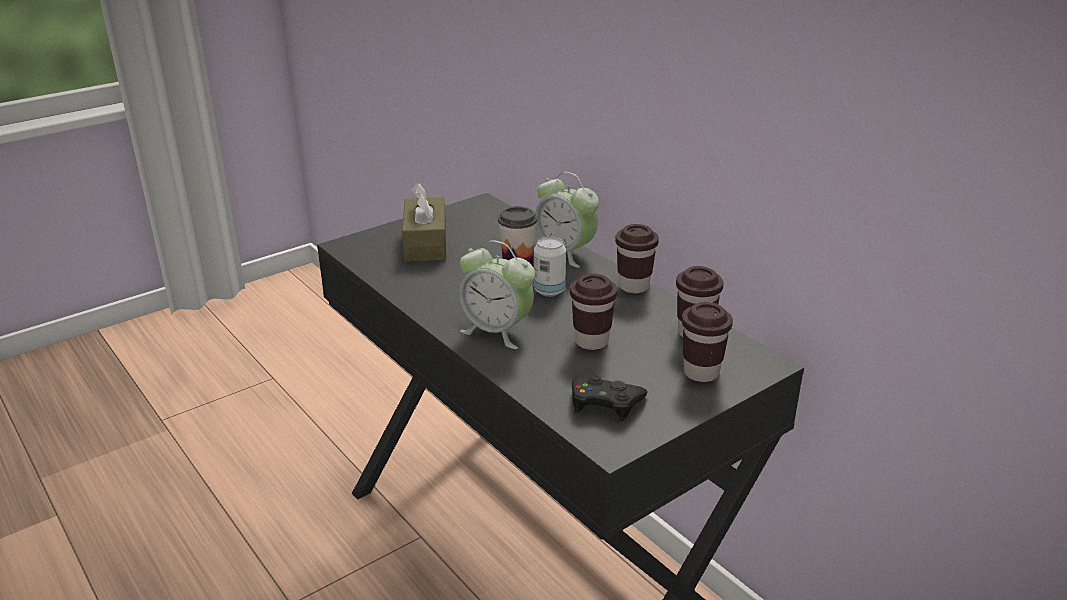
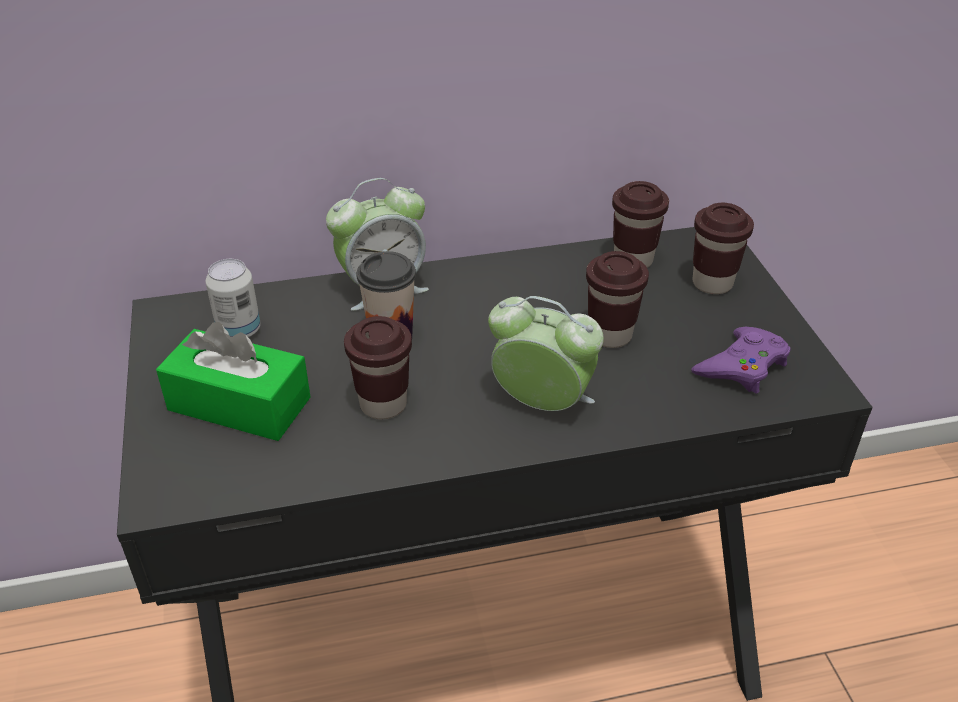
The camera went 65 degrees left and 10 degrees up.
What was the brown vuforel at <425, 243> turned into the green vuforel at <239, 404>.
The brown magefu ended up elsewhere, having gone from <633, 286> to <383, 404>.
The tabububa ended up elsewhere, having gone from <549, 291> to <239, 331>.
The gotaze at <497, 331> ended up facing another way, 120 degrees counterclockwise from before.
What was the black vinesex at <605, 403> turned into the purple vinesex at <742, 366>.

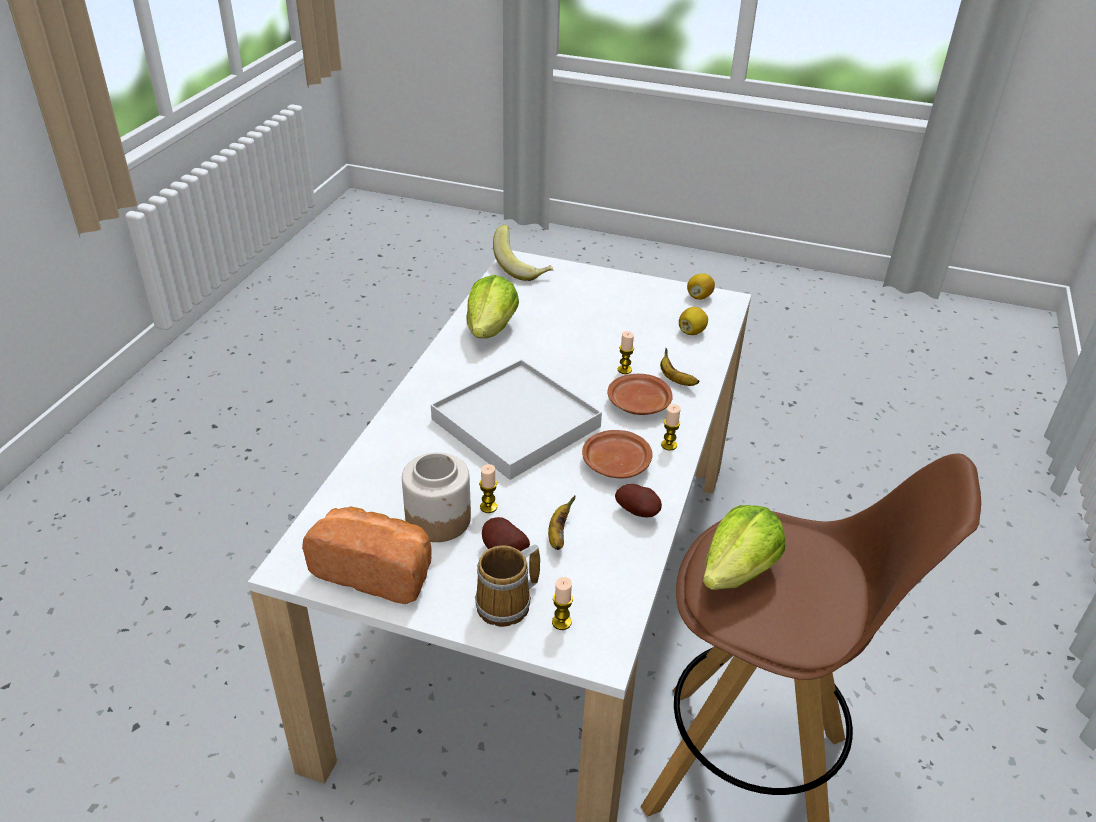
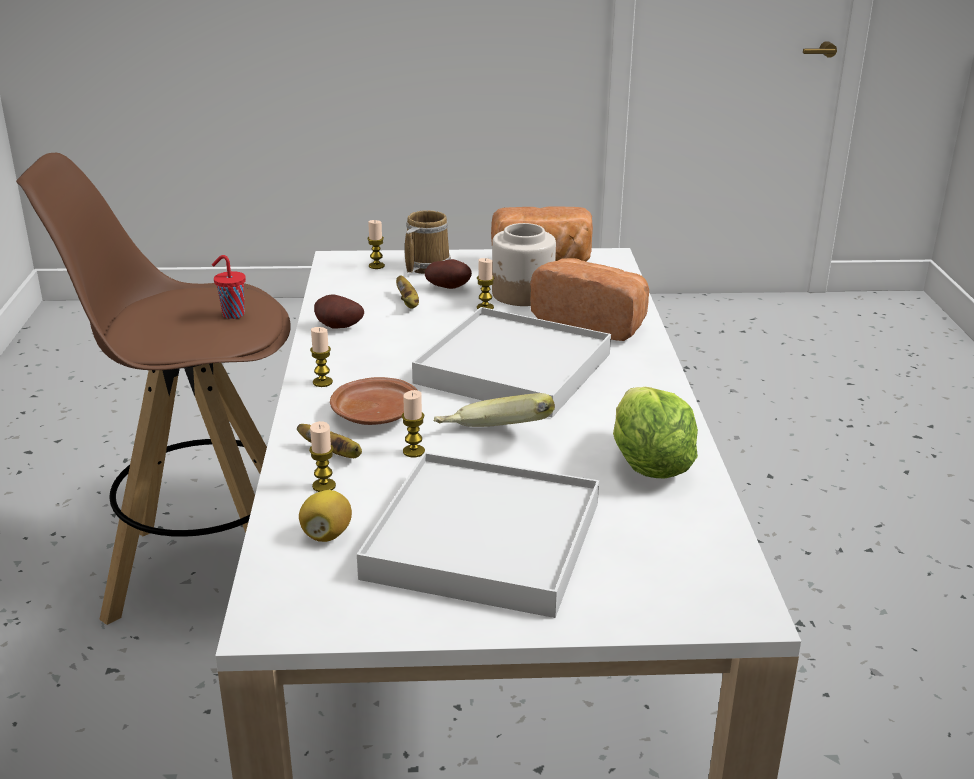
The camera went 160 degrees right and 10 degrees down.
The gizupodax ended up elsewhere, having gone from <522, 269> to <493, 440>.
The second view lost the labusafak at <699, 297>.
The second view lost the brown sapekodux at <616, 463>.
Where the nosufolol stood at <738, 571>, the red magefu came to stand at <232, 314>.
The second view gained the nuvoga at <593, 322>.
The second view gained the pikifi at <324, 486>.
The second view gained the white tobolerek at <484, 540>.

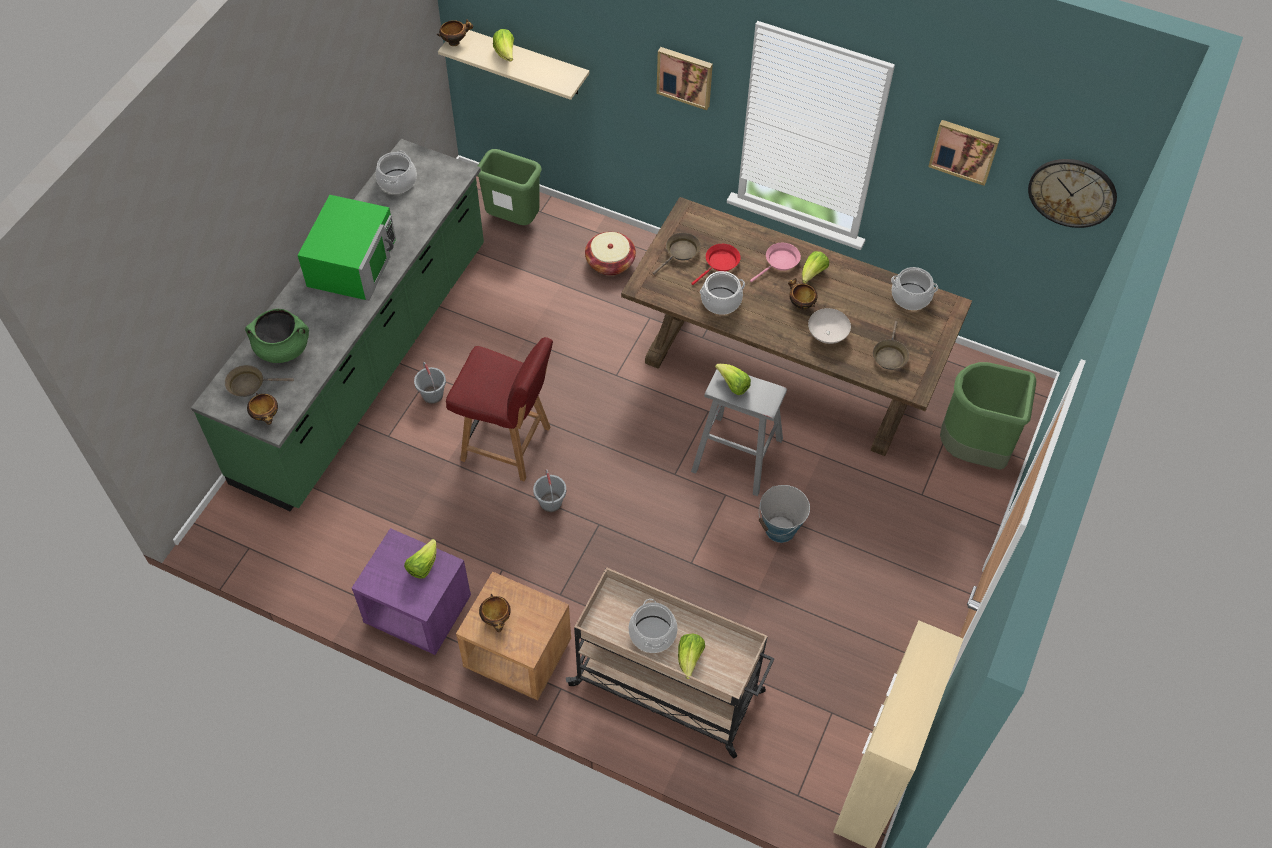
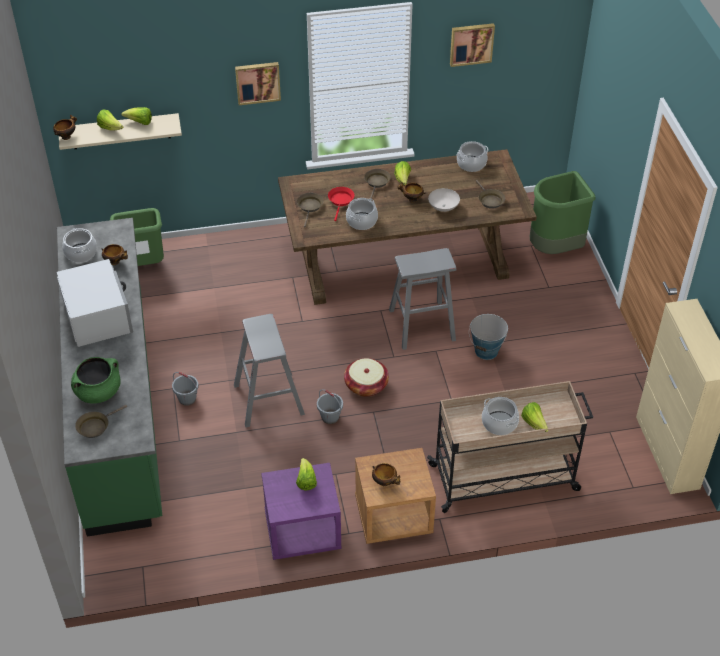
The camera went 35 degrees left and 10 degrees down.
The second view lost the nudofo at <1072, 192>.
What was the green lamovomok at <353, 262> turned into the white lamovomok at <97, 315>.
The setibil ended up elsewhere, having gone from <610, 262> to <366, 385>.
What was the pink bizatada at <780, 262> turned into the brown bizatada at <377, 183>.
Where the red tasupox stood at <508, 444>, the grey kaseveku came to stand at <269, 399>.
The nosufolol ended up elsewhere, having gone from <733, 385> to <139, 122>.
The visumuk ended up elsewhere, having gone from <266, 417> to <115, 262>.

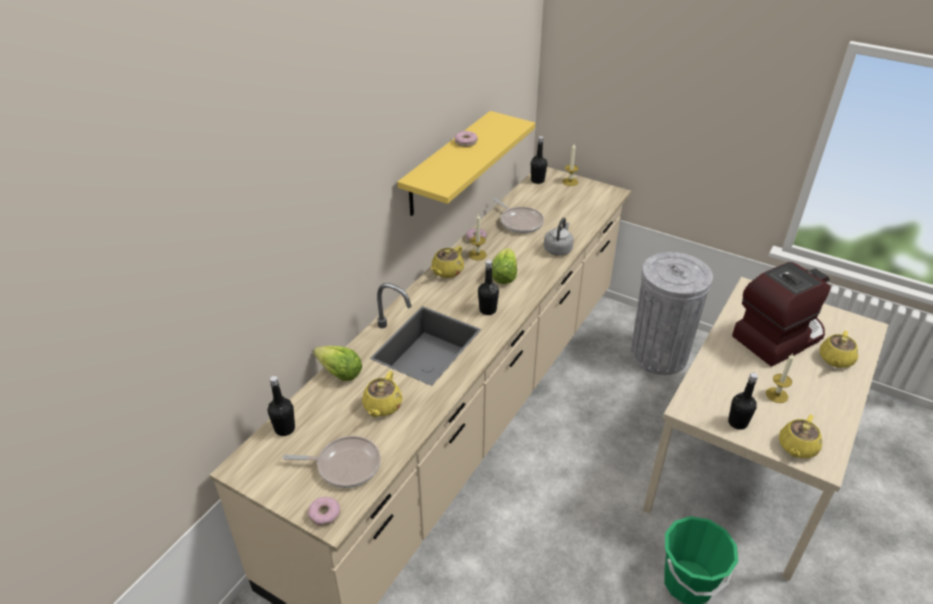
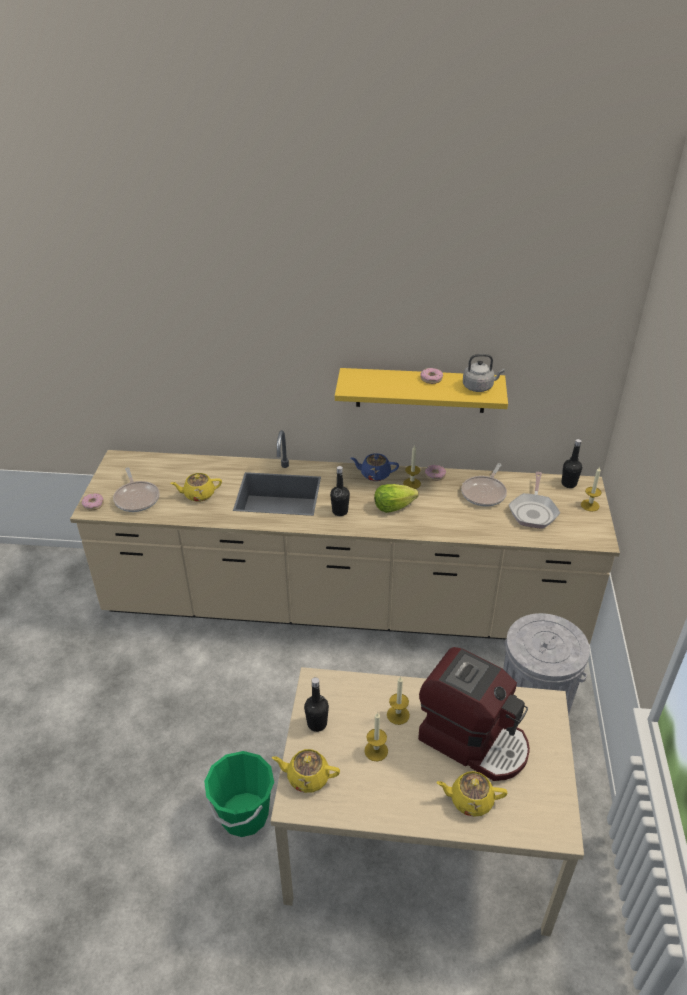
The camera went 65 degrees right and 0 degrees up.
The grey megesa ended up elsewhere, having gone from <558, 249> to <479, 387>.
What was the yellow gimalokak at <447, 271> turned into the blue gimalokak at <374, 474>.
The second view lost the nosufolol at <340, 373>.
The second view lost the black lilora at <285, 429>.
The second view gained the bizatada at <533, 511>.
The second view gained the pikifi at <398, 715>.

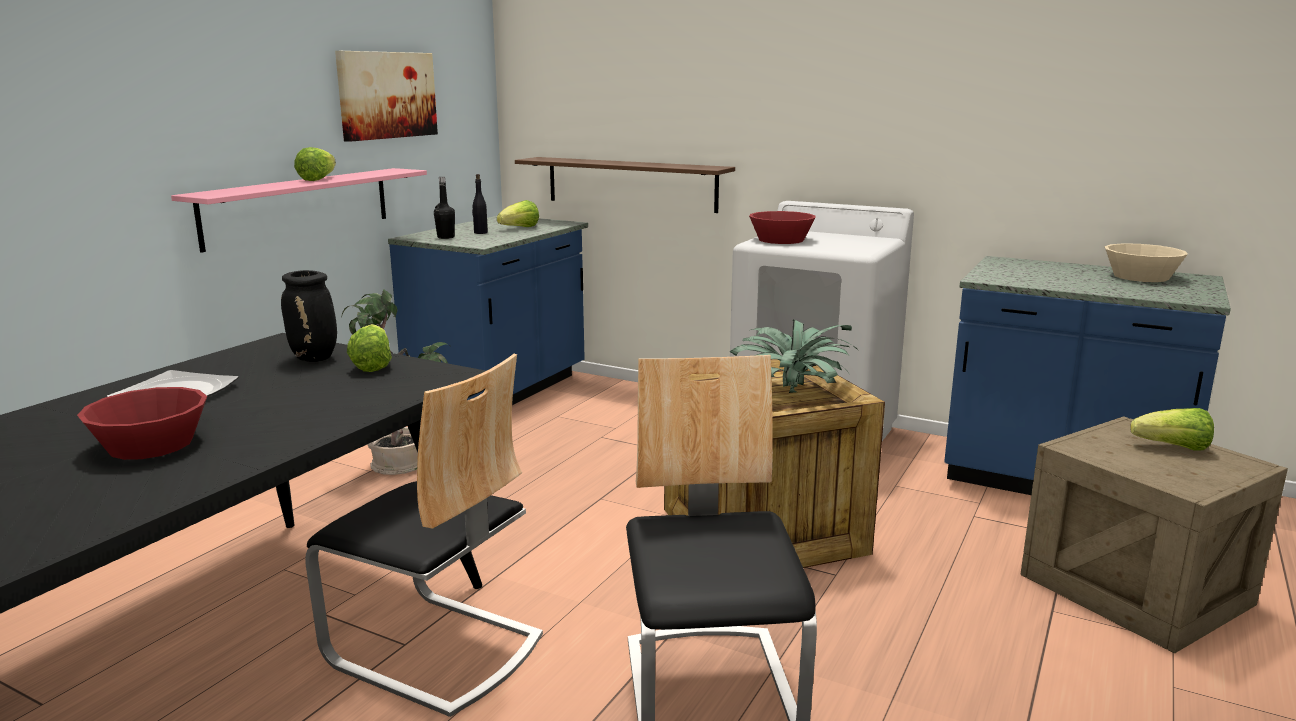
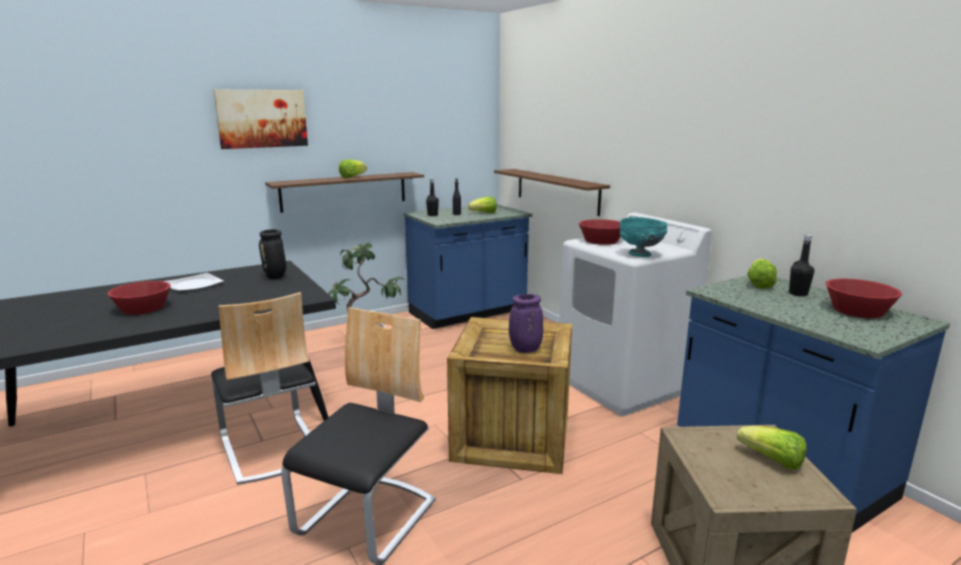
The camera went 30 degrees right and 0 degrees up.
The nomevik ended up elsewhere, having gone from <387, 95> to <262, 118>.
What was the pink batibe at <299, 207> turned into the brown batibe at <344, 191>.
What was the beige visumuk at <1141, 277> turned into the red visumuk at <858, 310>.
Where the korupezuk stood at <794, 395>, the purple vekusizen came to stand at <525, 350>.
The nosufolol ended up elsewhere, having gone from <372, 365> to <759, 284>.
The second view gained the turquoise visumuk at <640, 255>.
The second view gained the black lilora at <798, 294>.

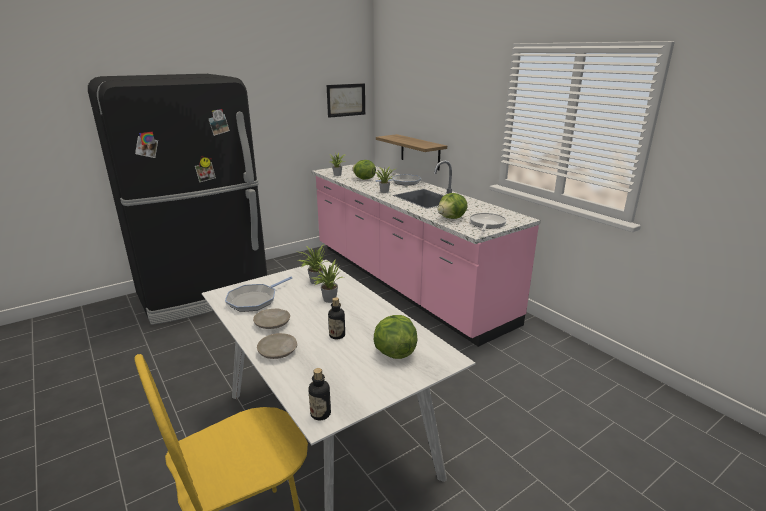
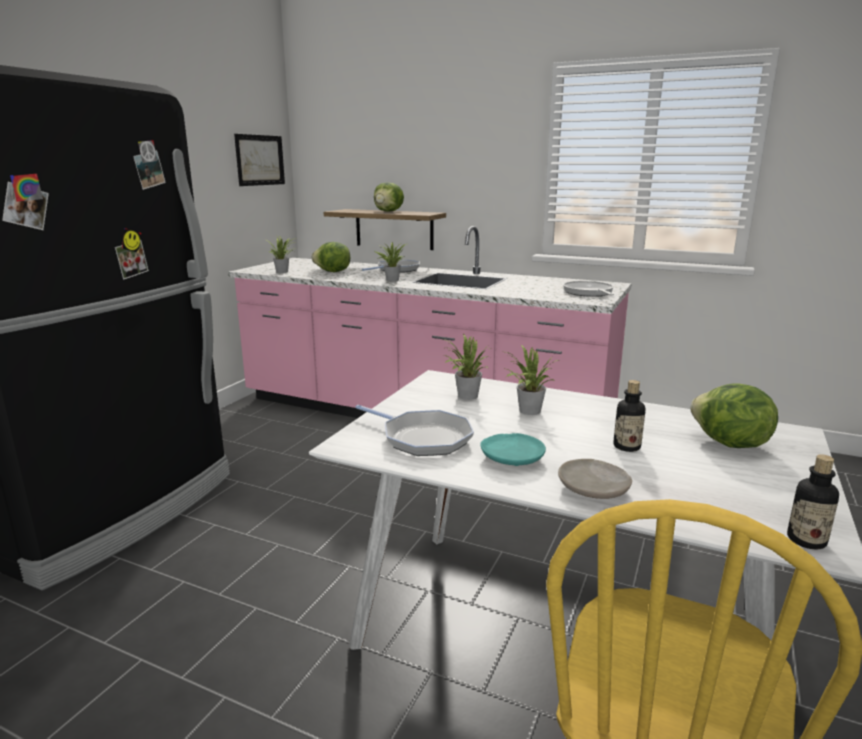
The camera went 30 degrees left and 5 degrees down.
The nosufolol ended up elsewhere, having gone from <452, 218> to <389, 211>.
The bizatada at <254, 300> ended up facing another way, 60 degrees counterclockwise from before.
What was the beige sapekodux at <272, 323> turned into the turquoise sapekodux at <512, 458>.

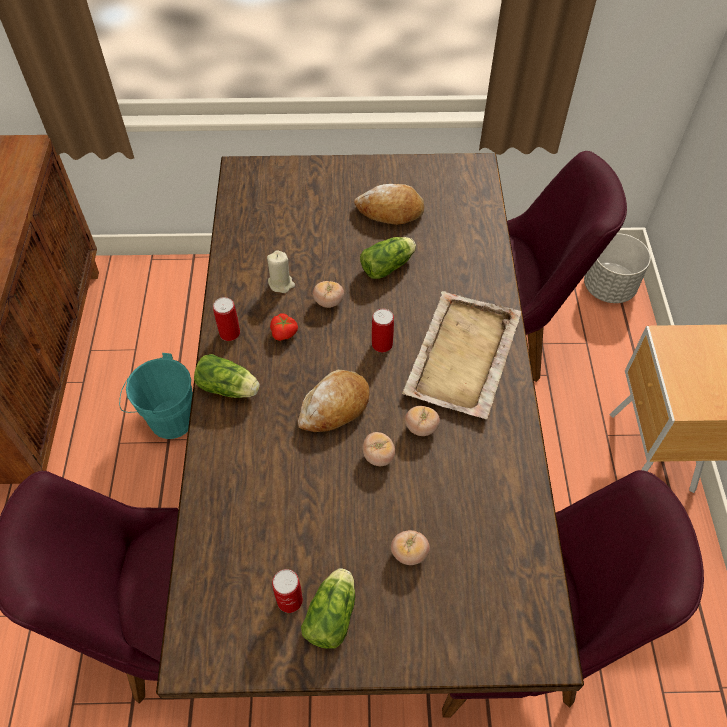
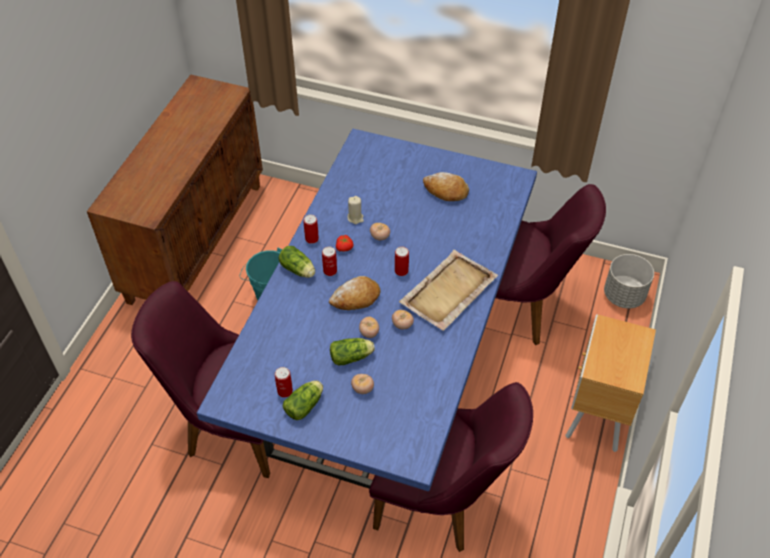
The camera went 20 degrees right and 5 degrees down.
What was the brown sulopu at <363, 473> turned into the blue sulopu at <385, 368>.
The nosufolol ended up elsewhere, having gone from <389, 266> to <352, 357>.
The second view gained the tabububa at <330, 271>.

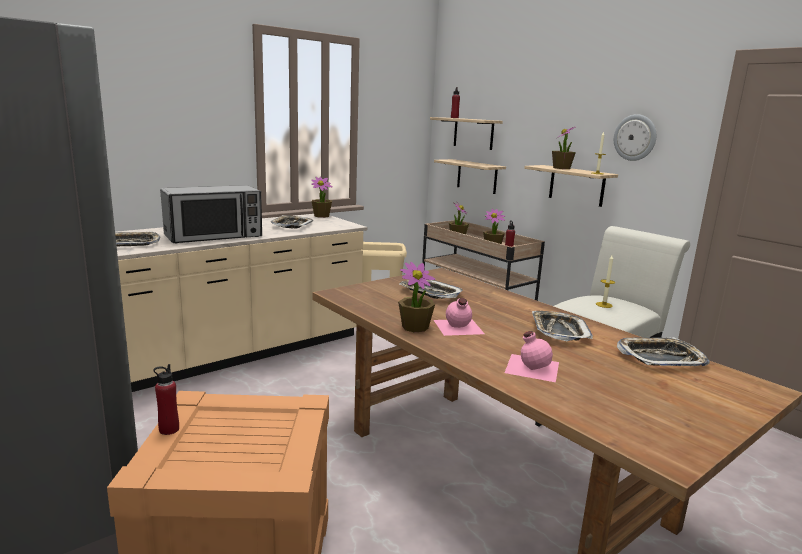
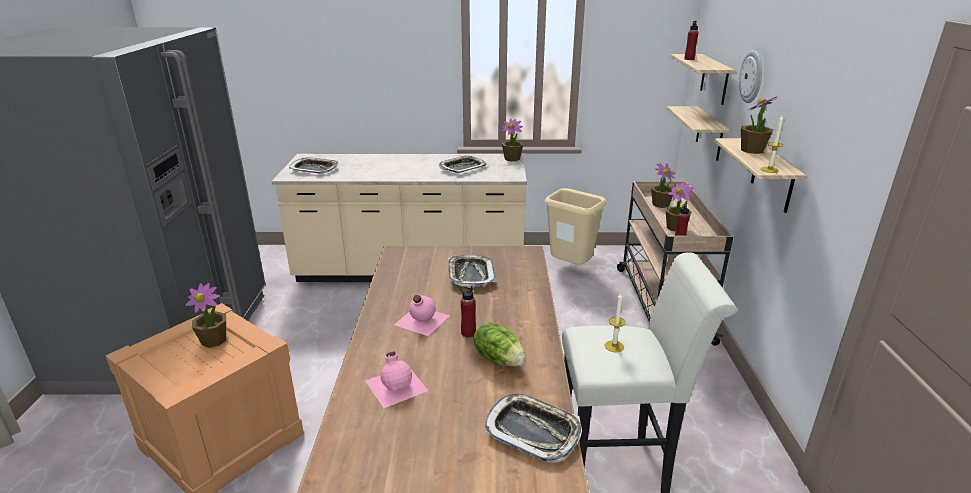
The camera went 40 degrees right and 10 degrees up.
The nudofo ended up elsewhere, having gone from <635, 137> to <752, 77>.
The second view lost the lamovomok at <214, 236>.
The korupezuk ended up elsewhere, having gone from <415, 327> to <214, 340>.
Where the tobolerek stood at <559, 331>, the nosufolol came to stand at <499, 359>.
The red lilora ended up elsewhere, having gone from <169, 429> to <468, 333>.

